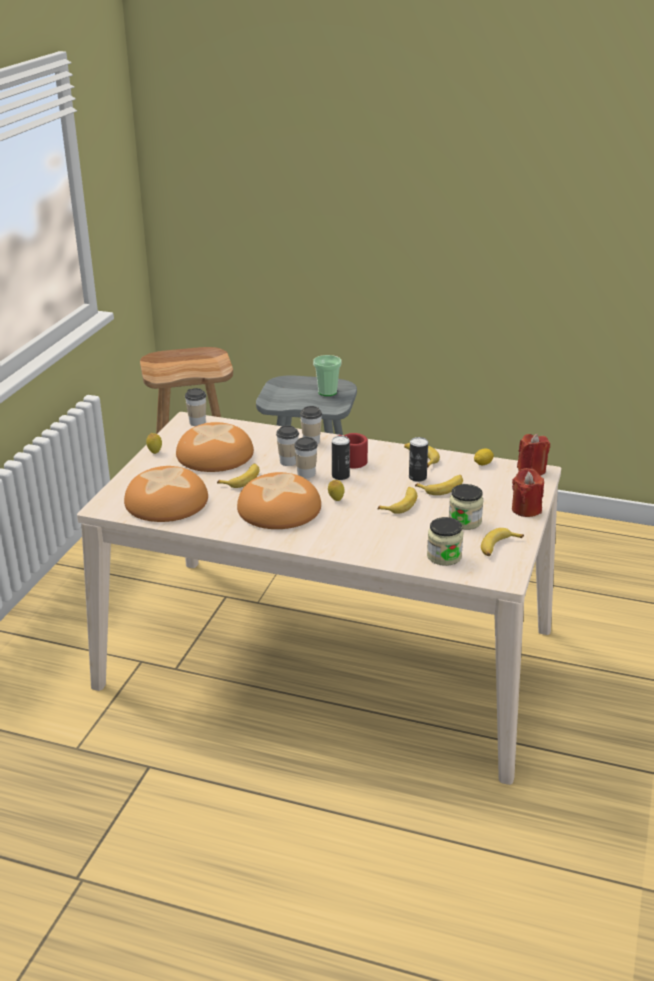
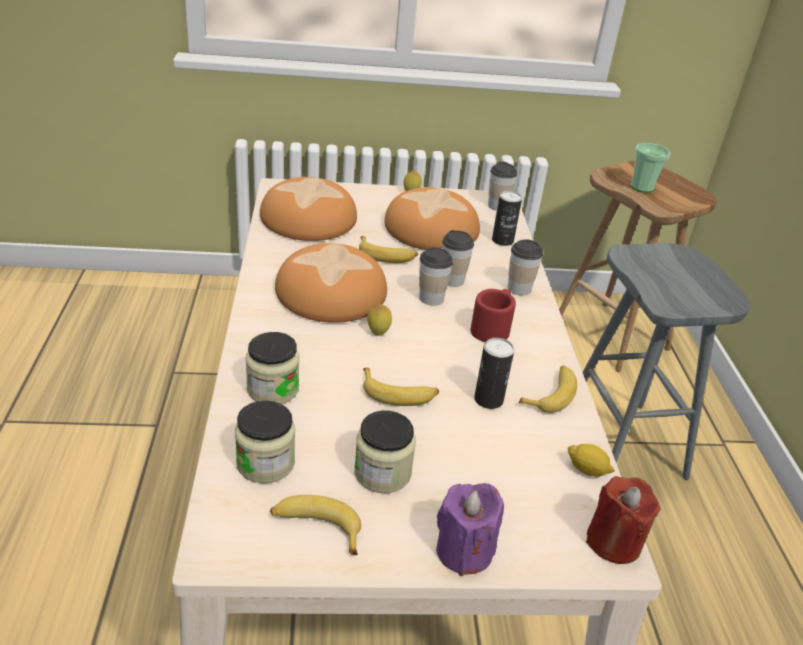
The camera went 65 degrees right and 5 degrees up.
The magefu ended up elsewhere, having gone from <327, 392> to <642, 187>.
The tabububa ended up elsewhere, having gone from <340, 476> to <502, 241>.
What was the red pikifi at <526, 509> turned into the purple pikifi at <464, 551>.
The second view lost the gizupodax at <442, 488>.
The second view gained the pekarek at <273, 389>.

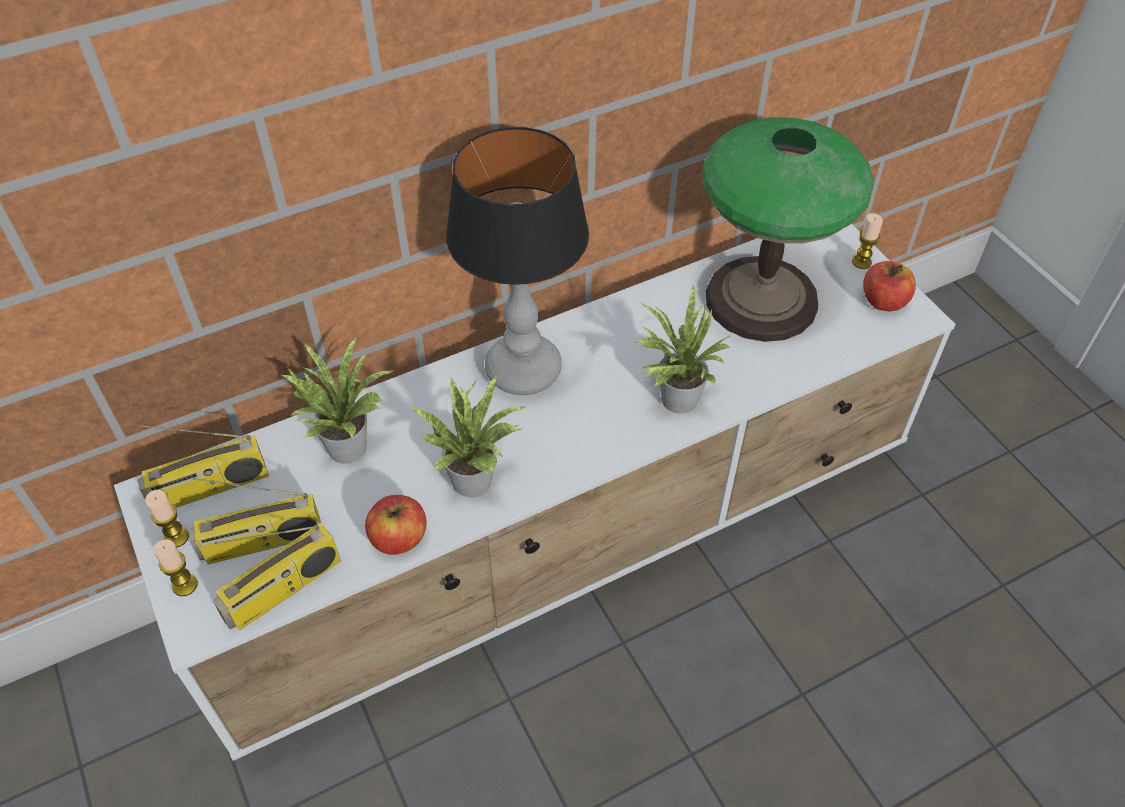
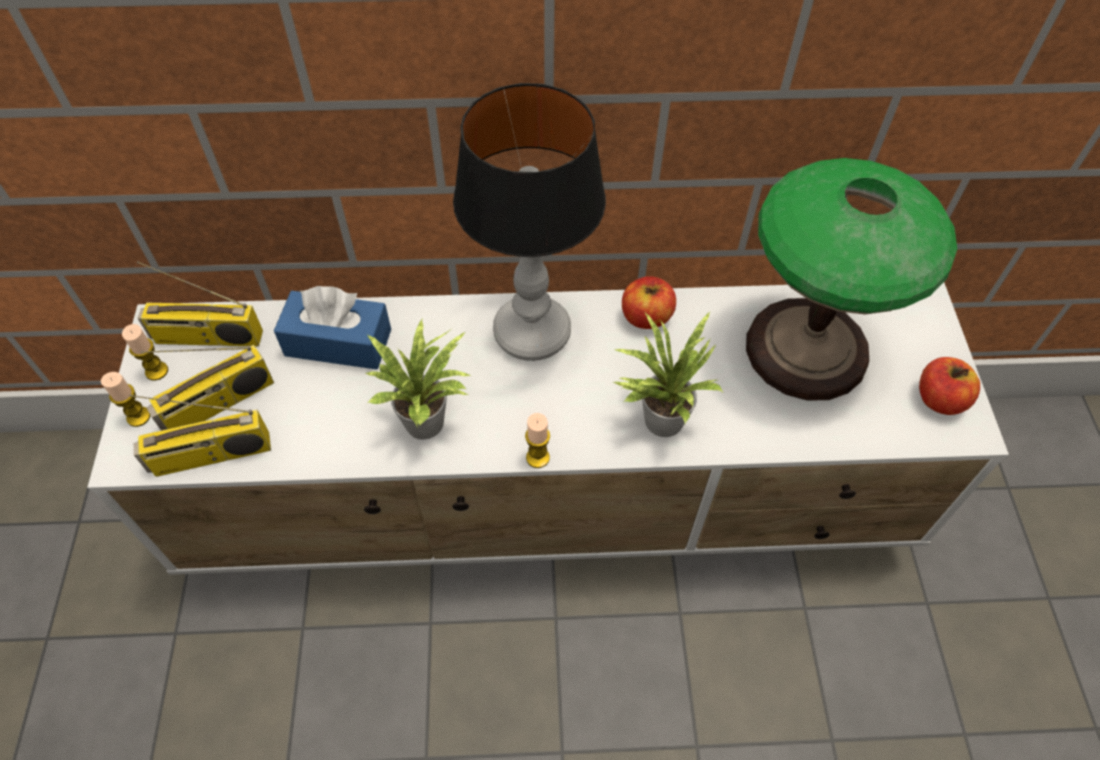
The camera went 25 degrees right and 5 degrees up.
The pikifi ended up elsewhere, having gone from <861, 262> to <537, 457>.
Where the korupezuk stood at <346, 444>, the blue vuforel came to stand at <338, 342>.
The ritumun at <262, 543> ended up facing another way, 45 degrees counterclockwise from before.
The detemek ended up elsewhere, having gone from <398, 538> to <646, 317>.

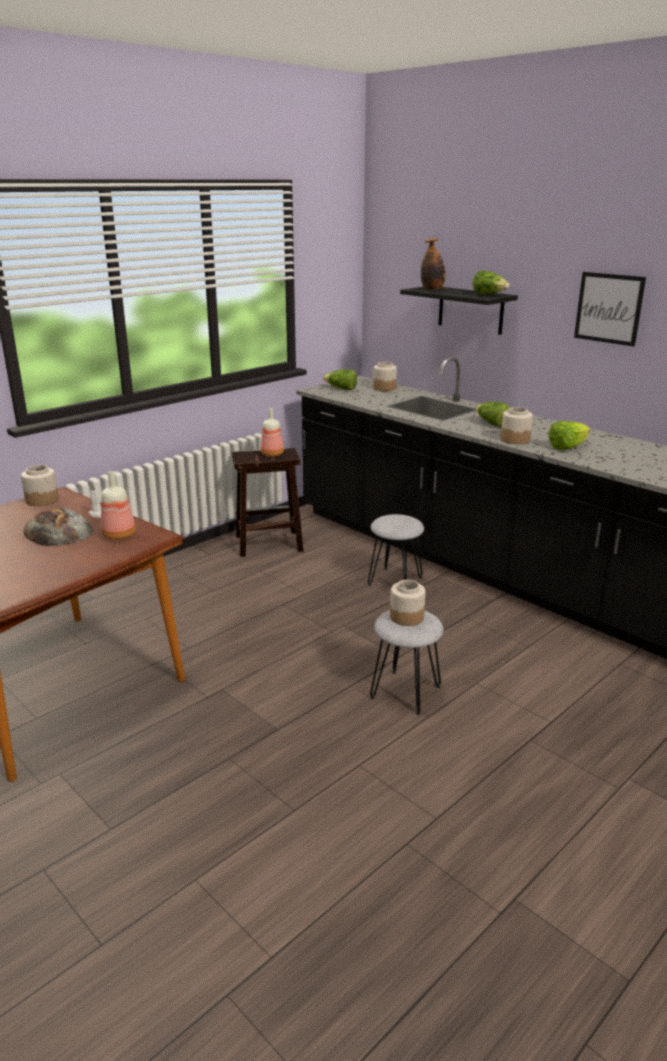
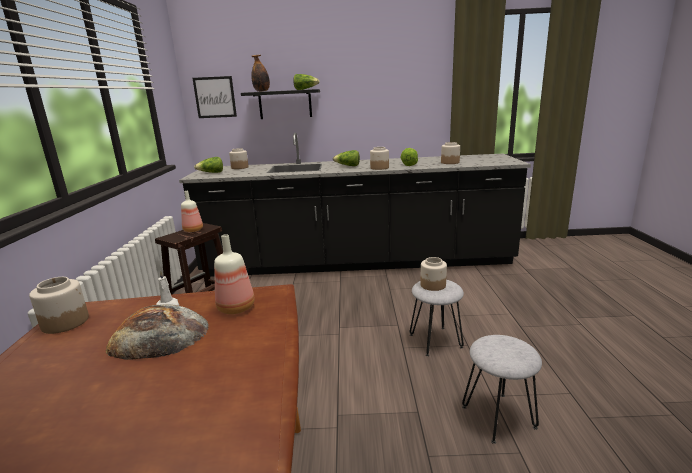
The camera went 45 degrees left and 5 degrees down.
The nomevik ended up elsewhere, having gone from <609, 308> to <215, 97>.
The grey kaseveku ended up elsewhere, having gone from <394, 581> to <498, 417>.
The second view gained the pekarek at <450, 162>.

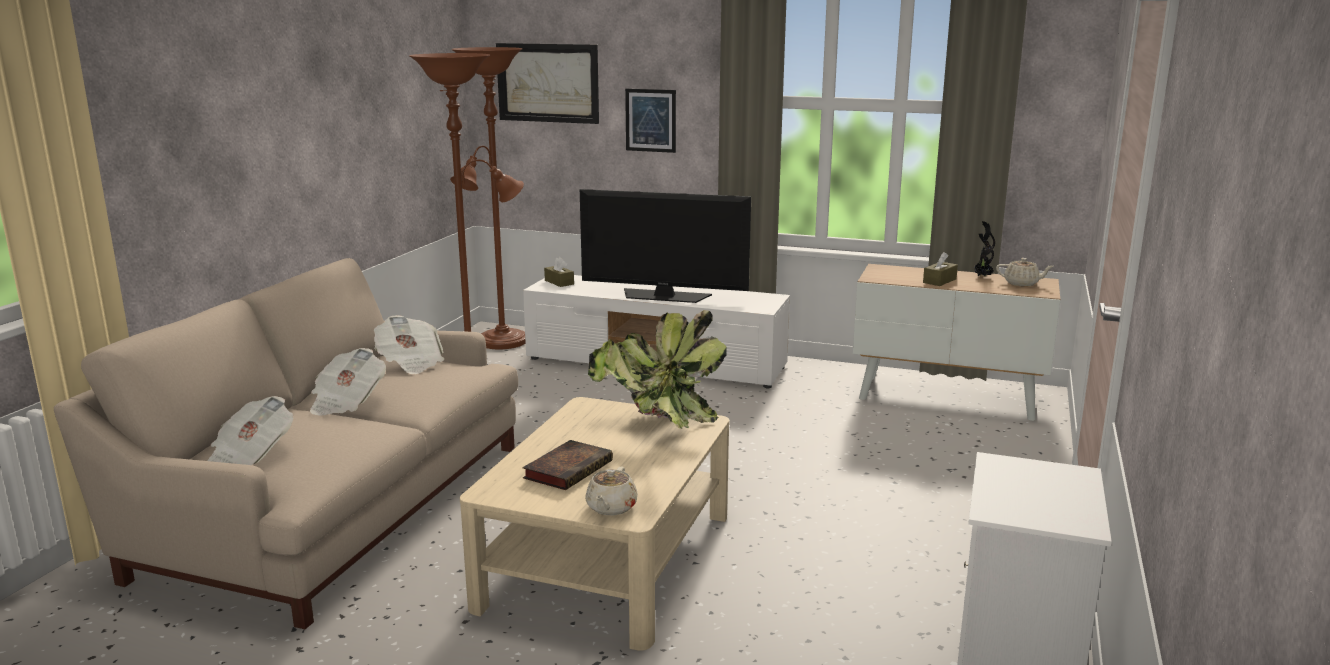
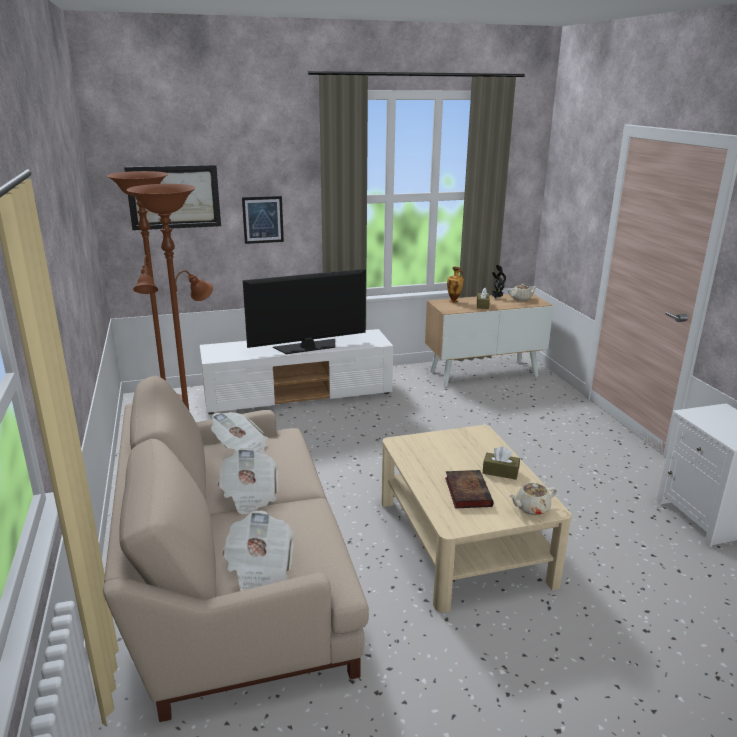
The camera went 35 degrees left and 5 degrees up.
The brown vuforel ended up elsewhere, having gone from <559, 282> to <500, 472>.
The second view lost the korupezuk at <658, 424>.
The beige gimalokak at <611, 508> ended up facing another way, 90 degrees clockwise from before.
The second view gained the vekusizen at <454, 301>.

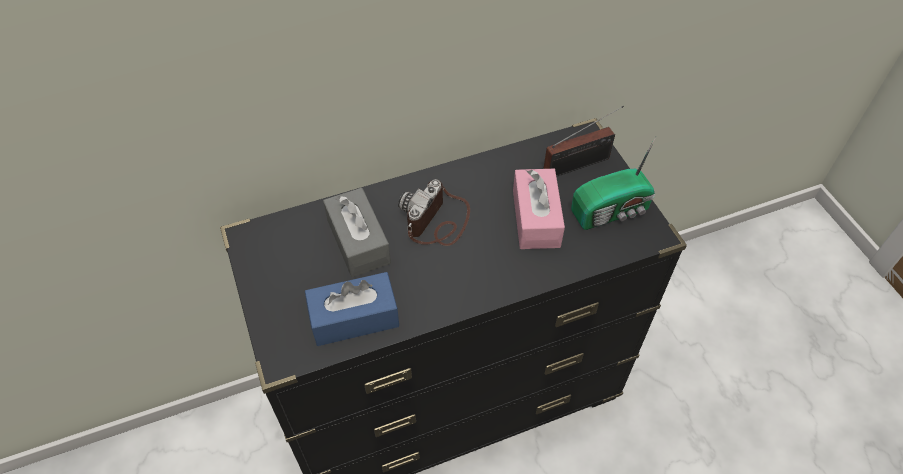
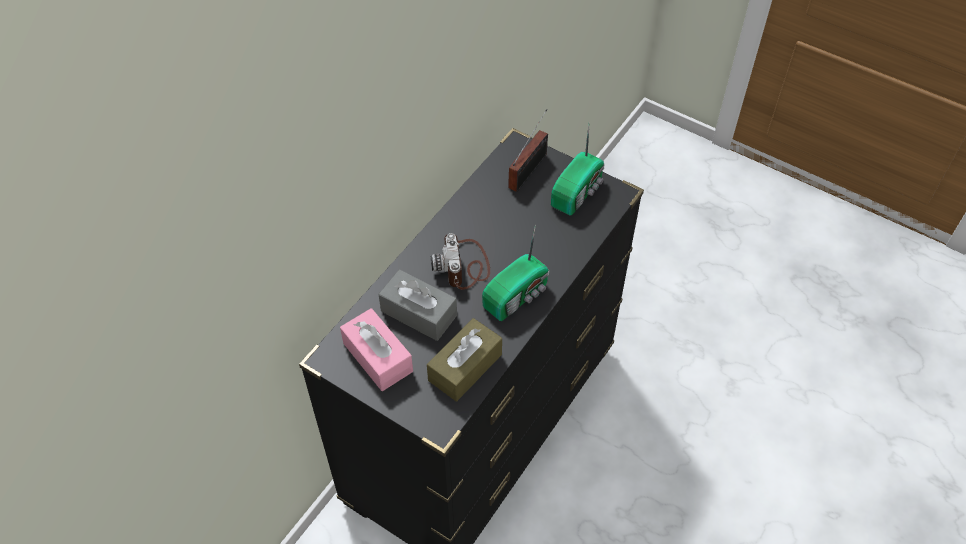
The camera went 35 degrees left and 0 degrees up.
The pink vuforel ended up elsewhere, having gone from <536, 218> to <378, 357>.
What was the blue vuforel at <354, 318> turned into the brown vuforel at <465, 367>.
The second view gained the ritumun at <518, 296>.

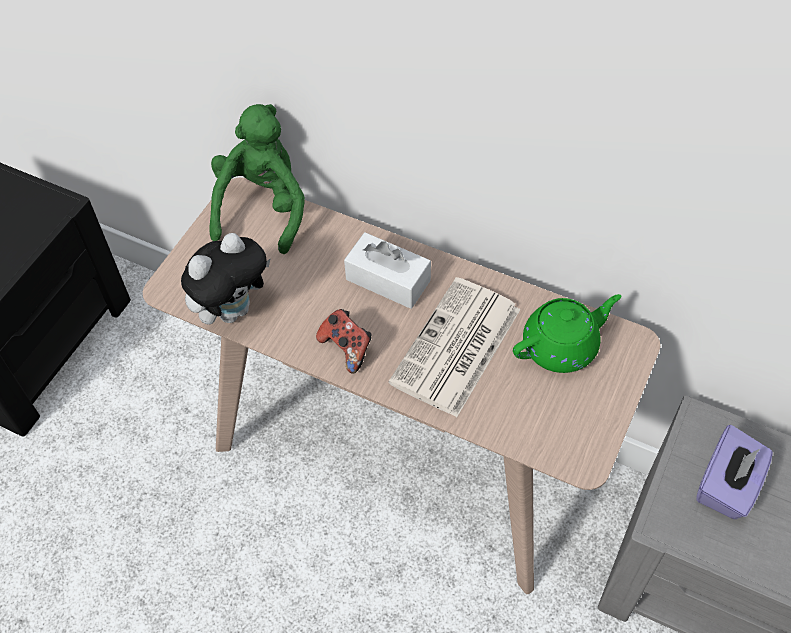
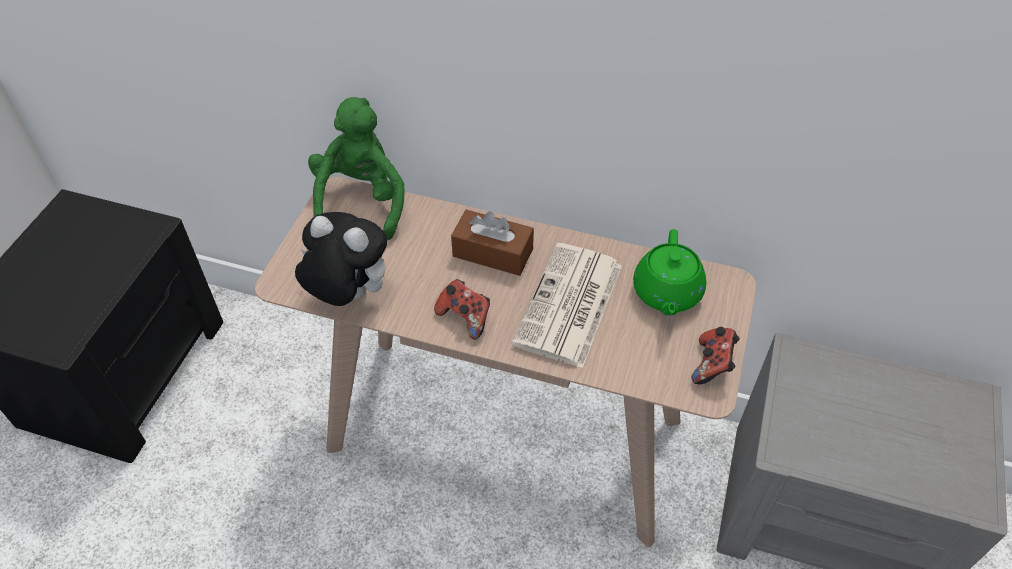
The camera went 10 degrees left and 5 degrees down.
What was the white vuforel at <388, 280> turned into the brown vuforel at <493, 253>.
The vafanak at <233, 309> ended up facing another way, 105 degrees counterclockwise from before.
The green gimalokak at <561, 346> ended up facing another way, 135 degrees clockwise from before.
The second view lost the purple vuforel at <727, 486>.
The second view gained the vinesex at <712, 365>.

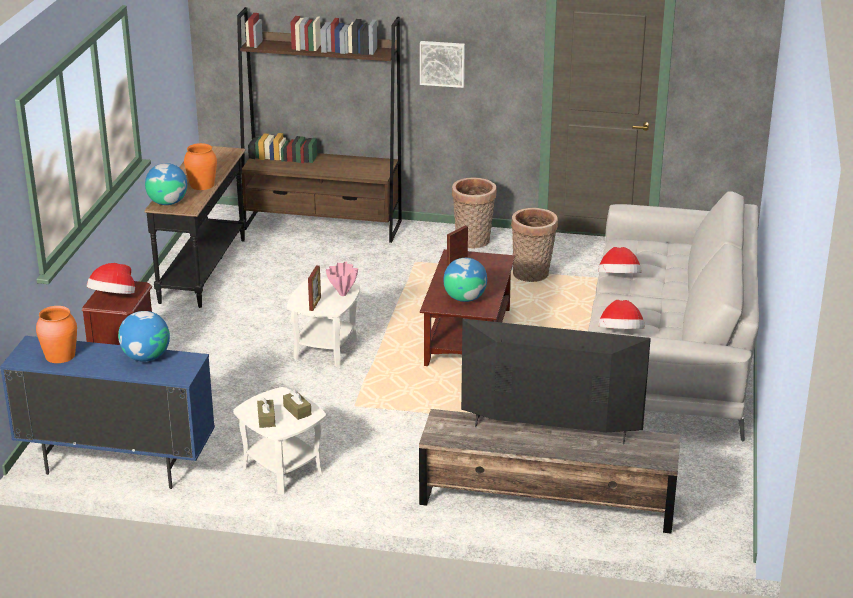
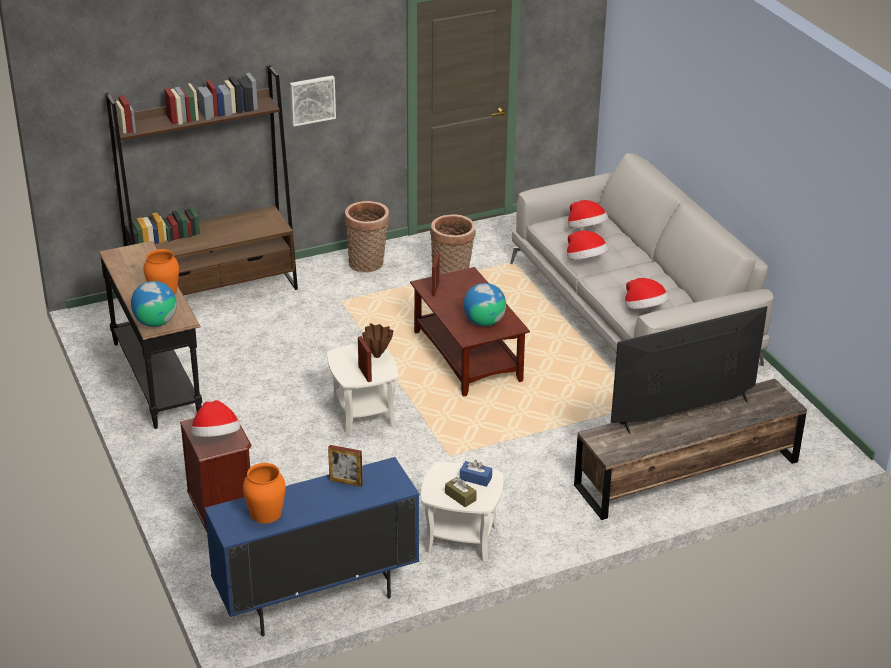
The camera went 35 degrees left and 5 degrees up.
What was the pink vekusizen at <342, 294> turned into the brown vekusizen at <377, 356>.
Where the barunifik stood at <146, 357>, the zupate came to stand at <346, 482>.
What was the brown vuforel at <297, 410> turned into the blue vuforel at <475, 478>.
The second view gained the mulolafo at <586, 230>.

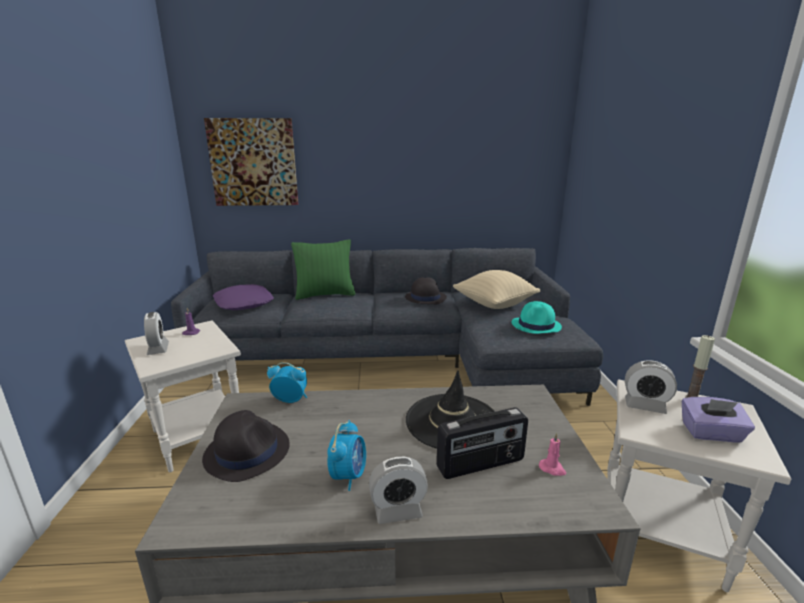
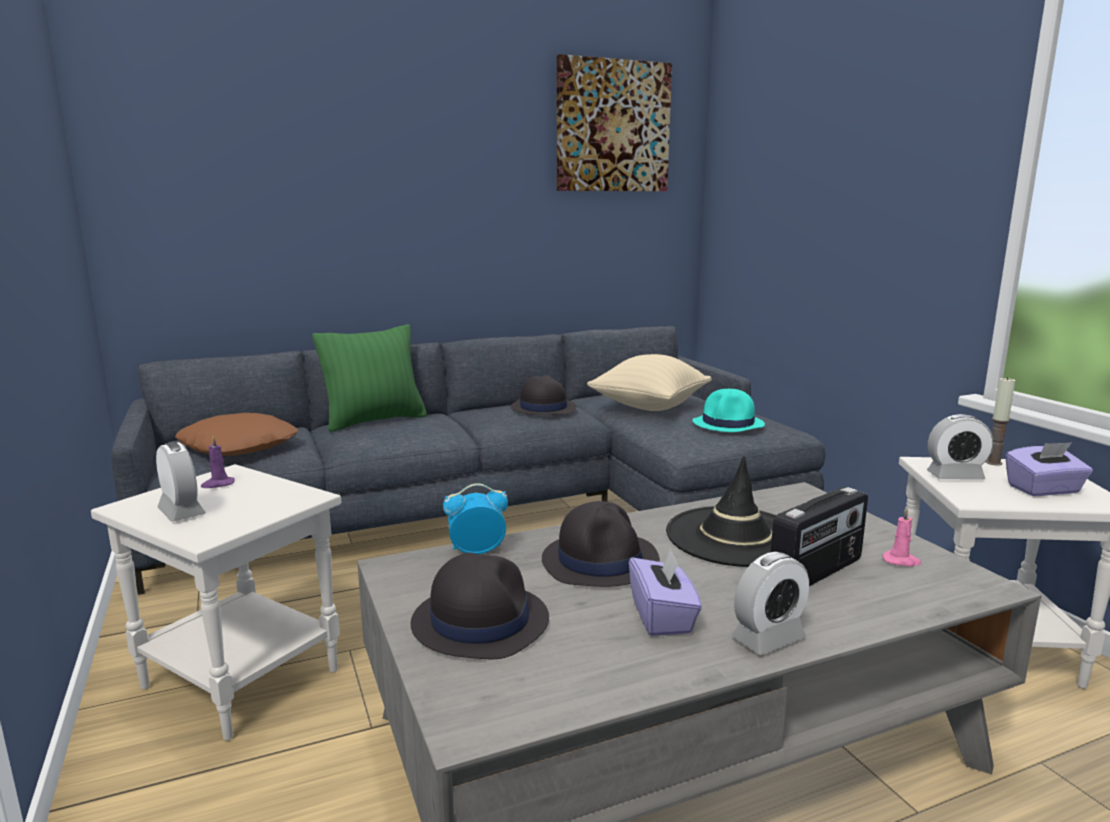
The camera went 20 degrees left and 5 degrees down.
The nomevik ended up elsewhere, having gone from <253, 162> to <612, 127>.
What was the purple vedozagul at <244, 303> turned into the brown vedozagul at <239, 446>.
Where the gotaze stood at <348, 475>, the purple vuforel came to stand at <662, 617>.
The second view gained the black mulolafo at <600, 560>.

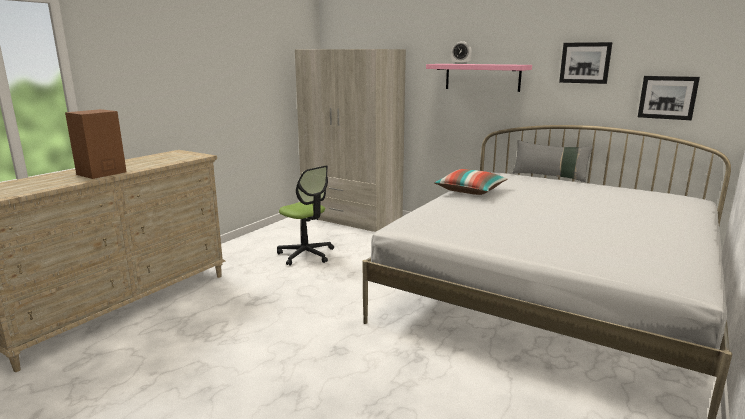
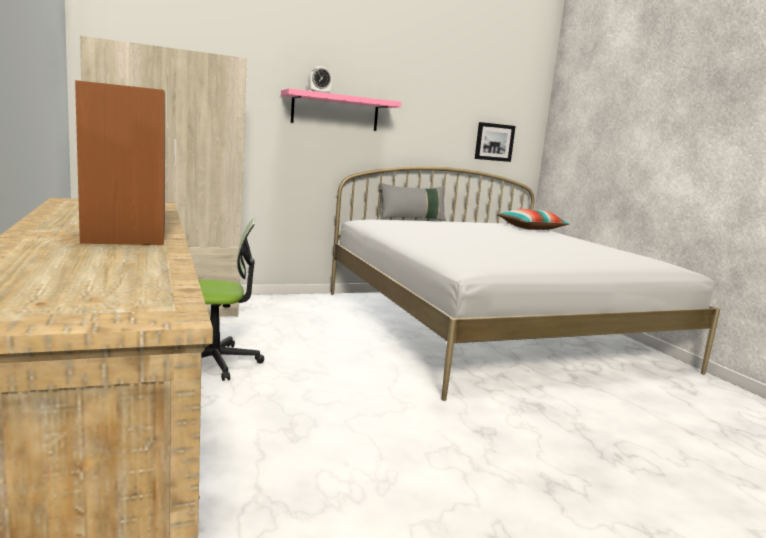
The camera went 55 degrees left and 5 degrees down.
The second view lost the nomevik at <585, 63>.
The vedozagul ended up elsewhere, having gone from <470, 191> to <531, 228>.

